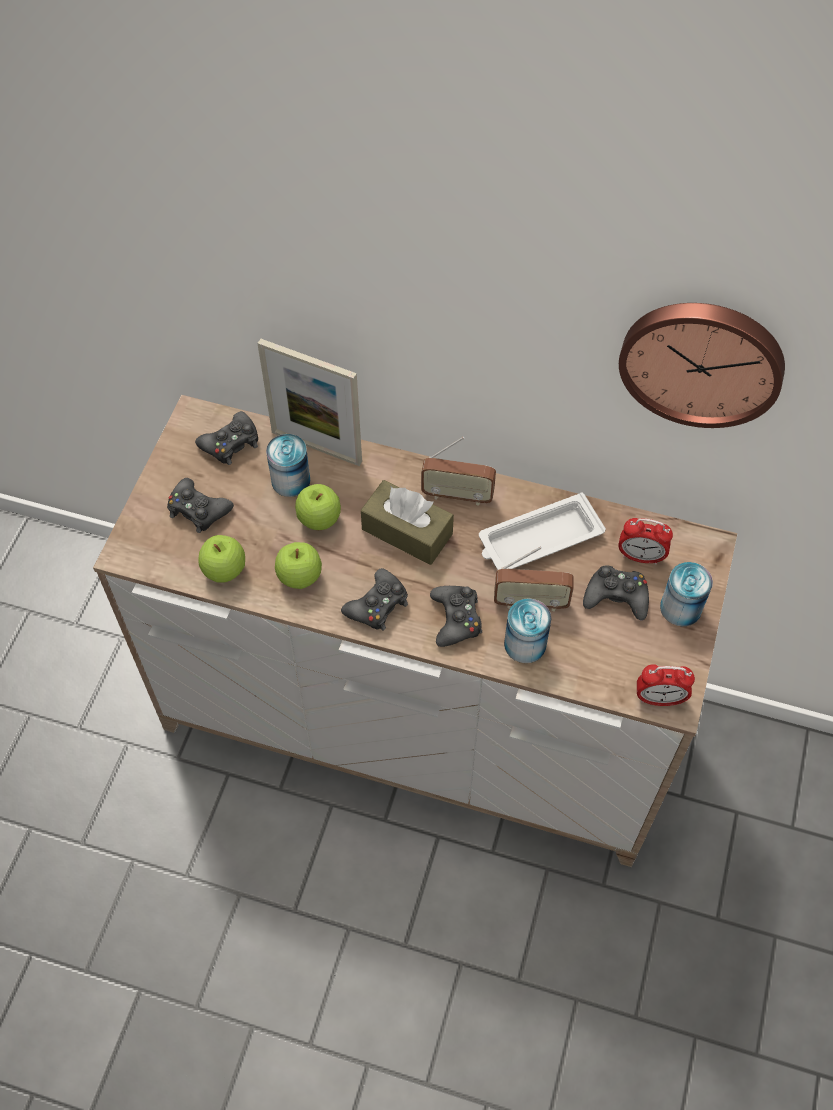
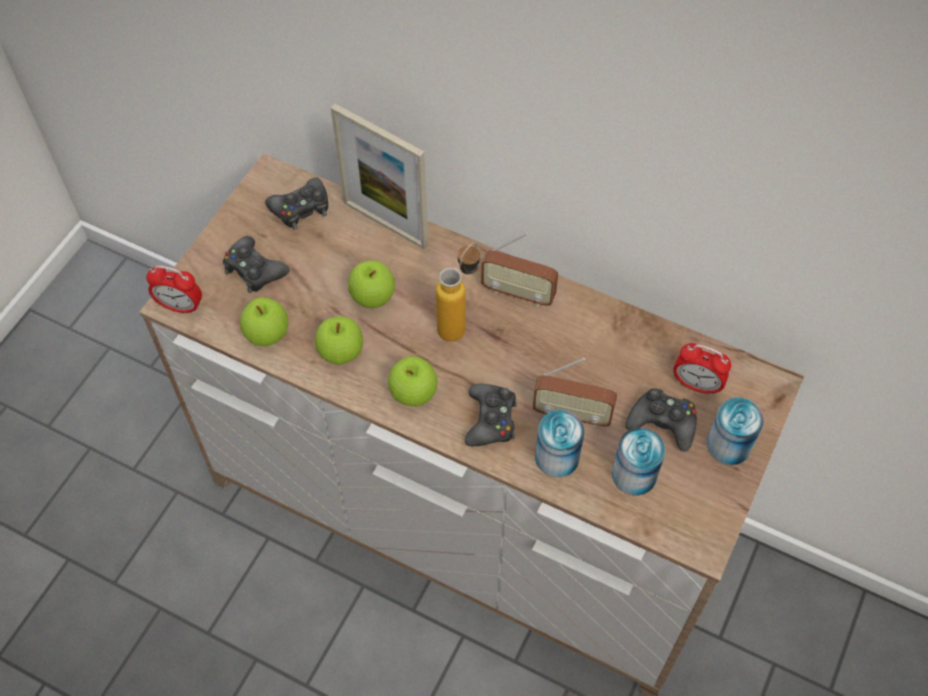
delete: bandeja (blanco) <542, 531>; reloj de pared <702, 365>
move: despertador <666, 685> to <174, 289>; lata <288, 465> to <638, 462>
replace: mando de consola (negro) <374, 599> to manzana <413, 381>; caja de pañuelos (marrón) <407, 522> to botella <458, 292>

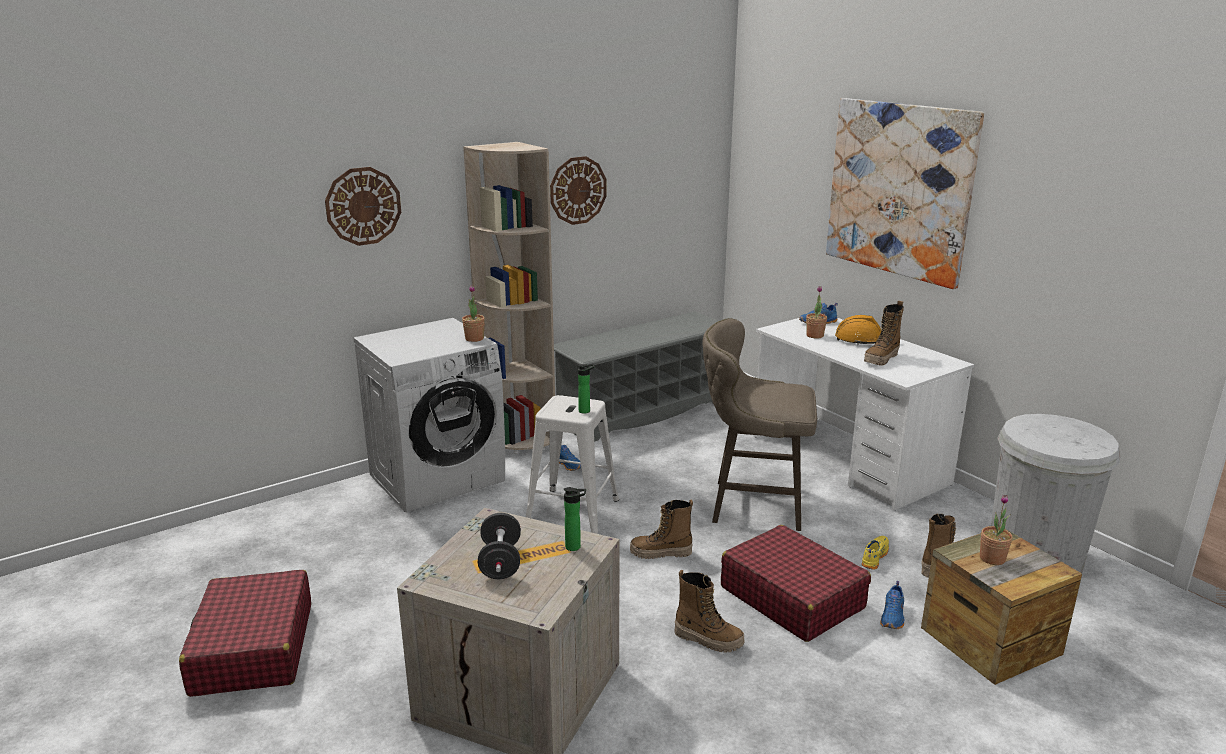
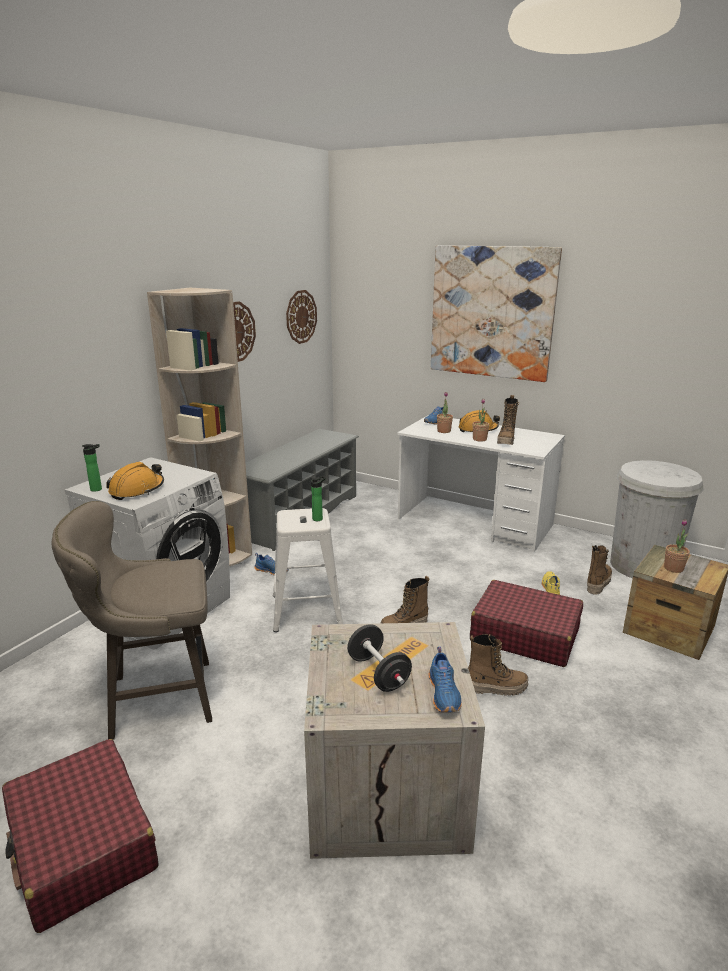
insert: casco (naranja) <135, 481>
move: taburete (beis) <759, 424> to <132, 620>; botella <575, 519> to <92, 468>; reloj de pared <363, 206> to <301, 317>; zapato (azul) <892, 605> to <445, 679>; planta en maceta <473, 313> to <480, 420>

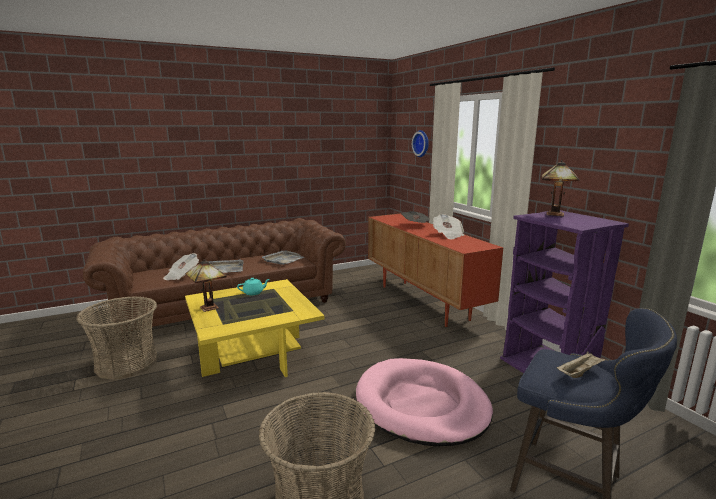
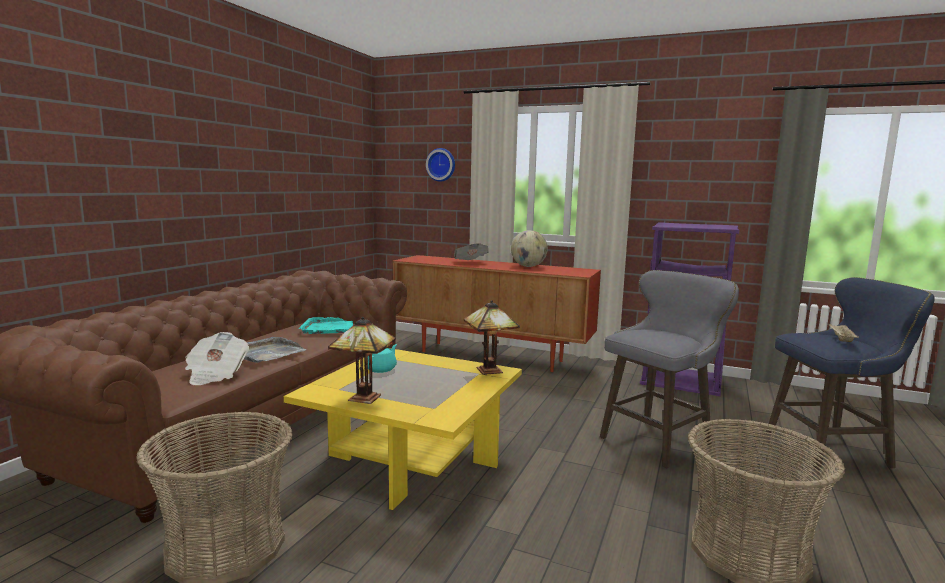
move: lámpara de mesa <560, 188> to <492, 337>
replace: periódico <448, 226> to globo terráqueo <529, 248>; cama para perro (rosa) <424, 402> to taburete (gris) <669, 369>
recolor: bandeja (gris) <283, 258> to bandeja (turquesa) <326, 325>

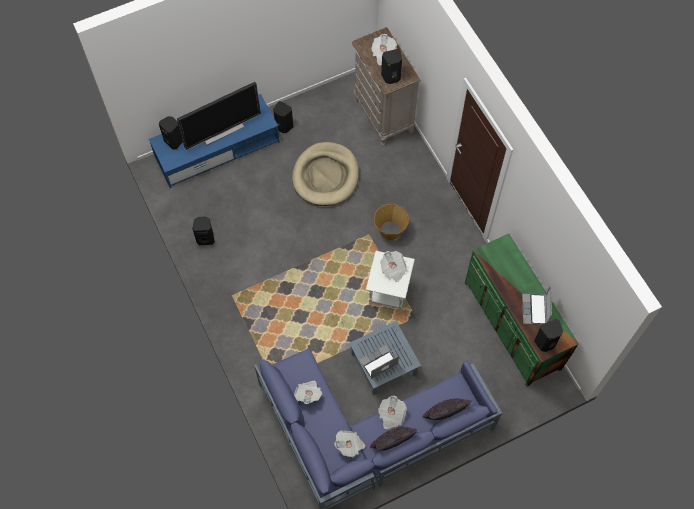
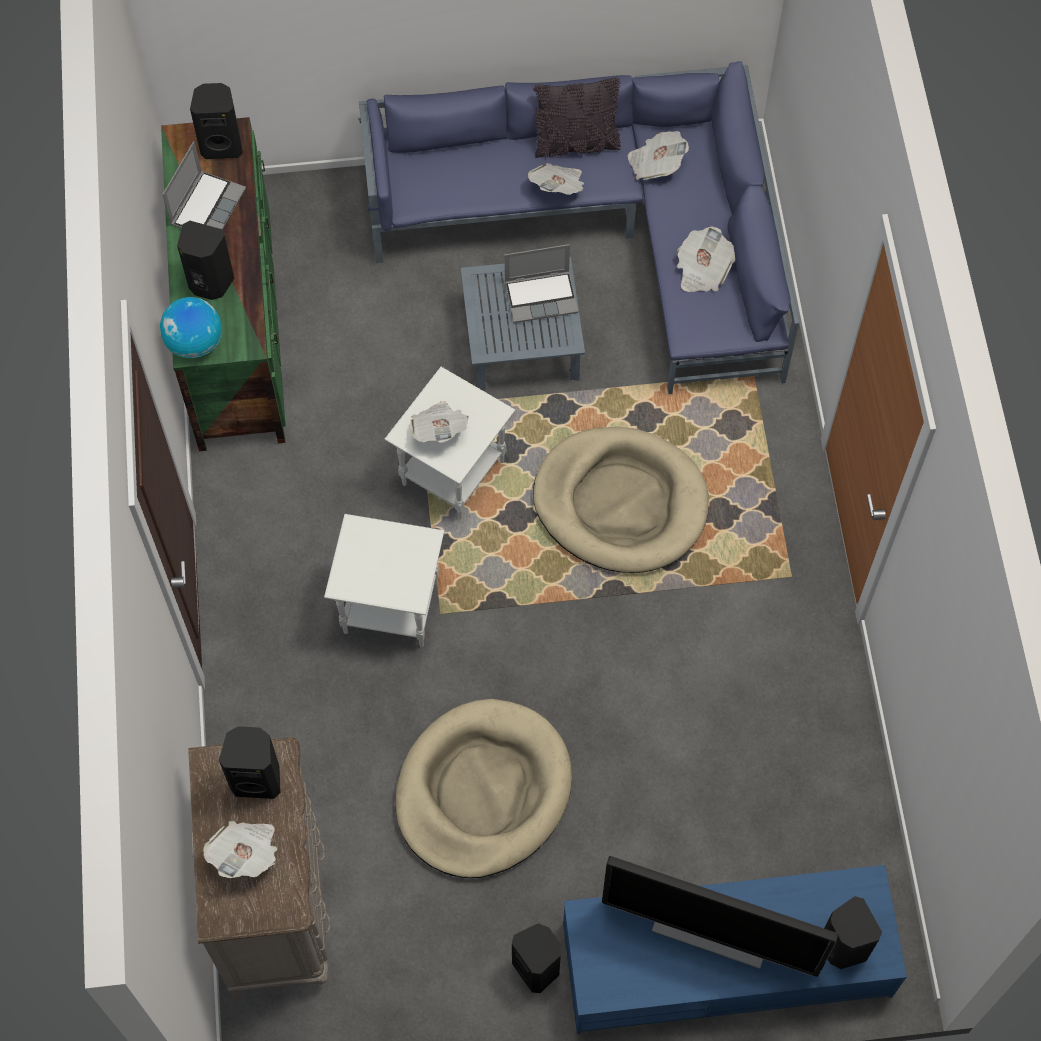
delete: cojín (negro) <446, 409>
insert: globo terráqueo <191, 327>; cama para perro (beis) <621, 500>
move: altavoz (negro) <203, 231> to <205, 260>
replace: cesta <391, 222> to mesa auxiliar (blanco) <384, 580>
rotate: televisor <219, 115> = <720, 916> 150 degrees counterclockwise

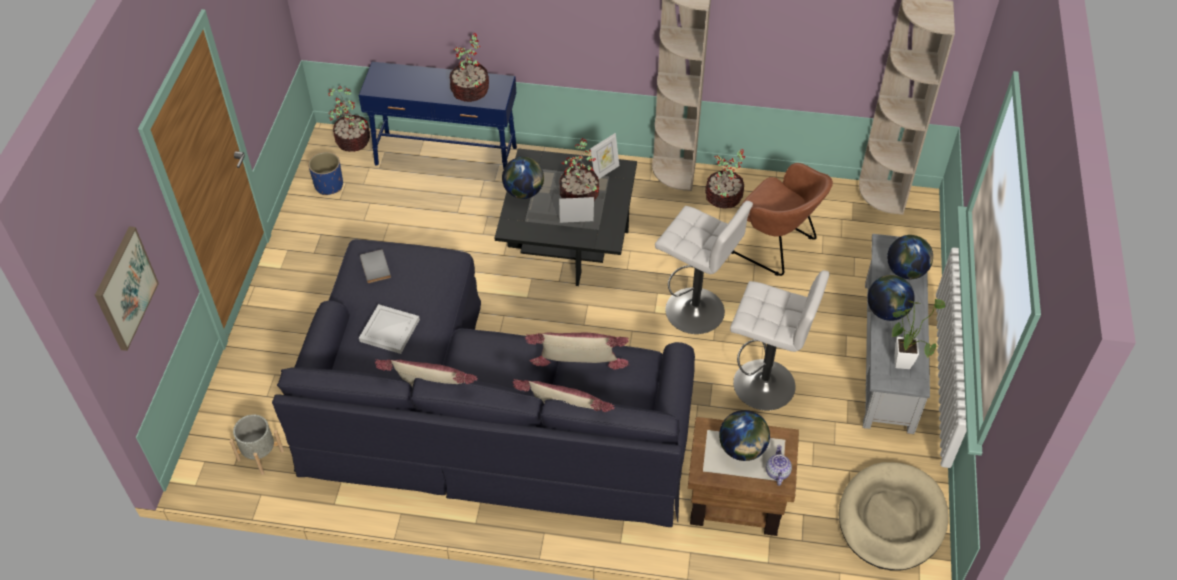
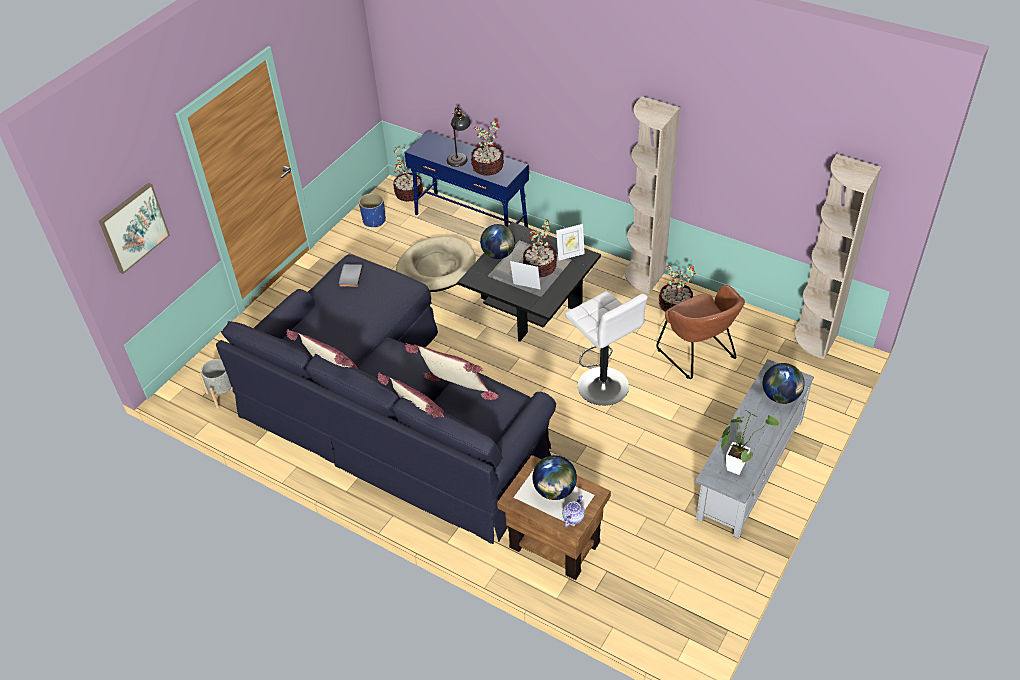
delete: bandeja (blanco) <389, 329>; taburete (blanco) <780, 340>; globo terráqueo <891, 298>
insert: lámpara de mesa (gris) <459, 137>
move: cama para perro (beis) <894, 516> to <436, 264>

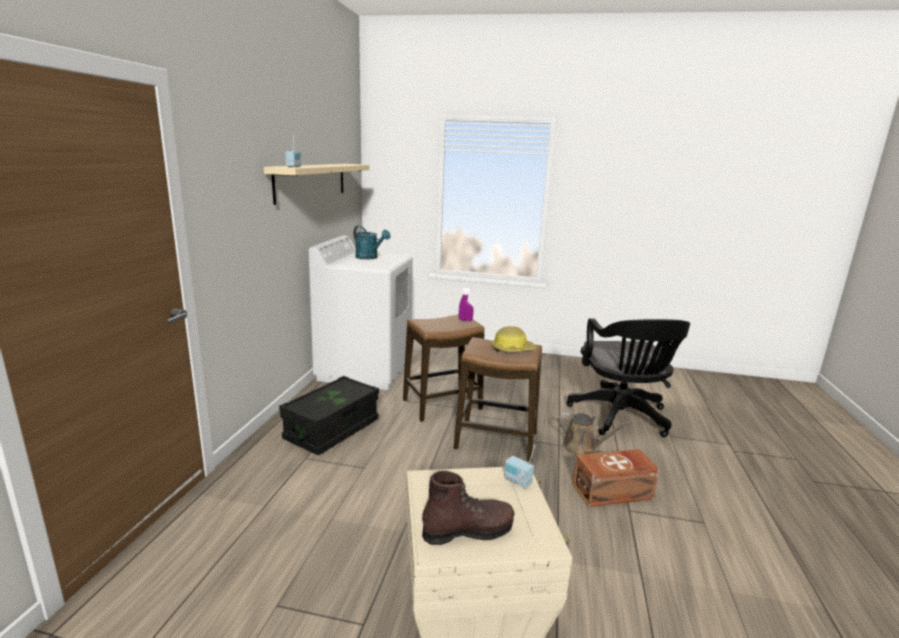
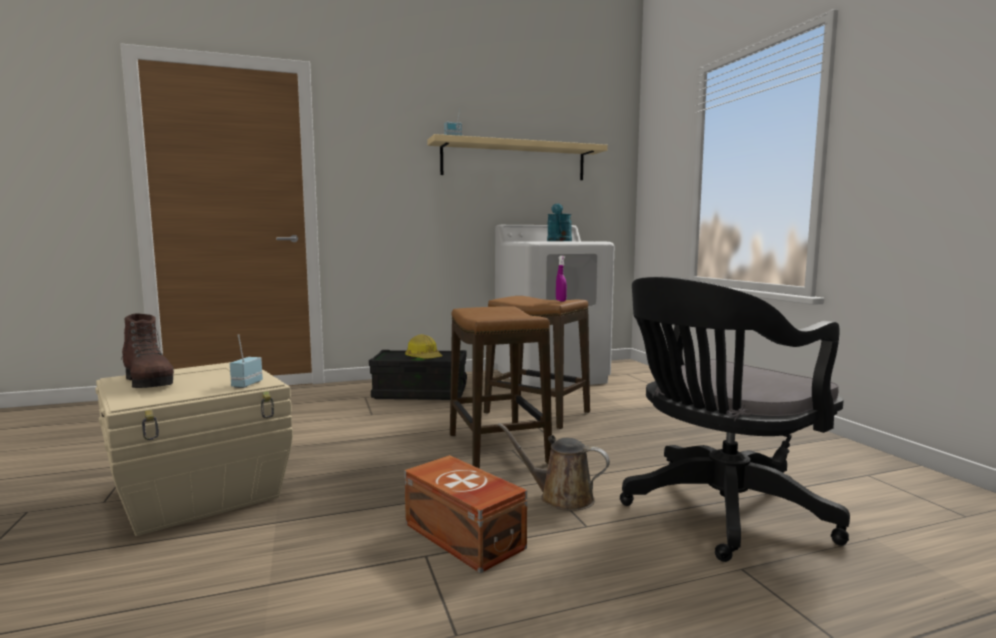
move: casco <514, 339> to <424, 346>
rotate: regadera (marrón) <594, 434> = <554, 467> 120 degrees clockwise

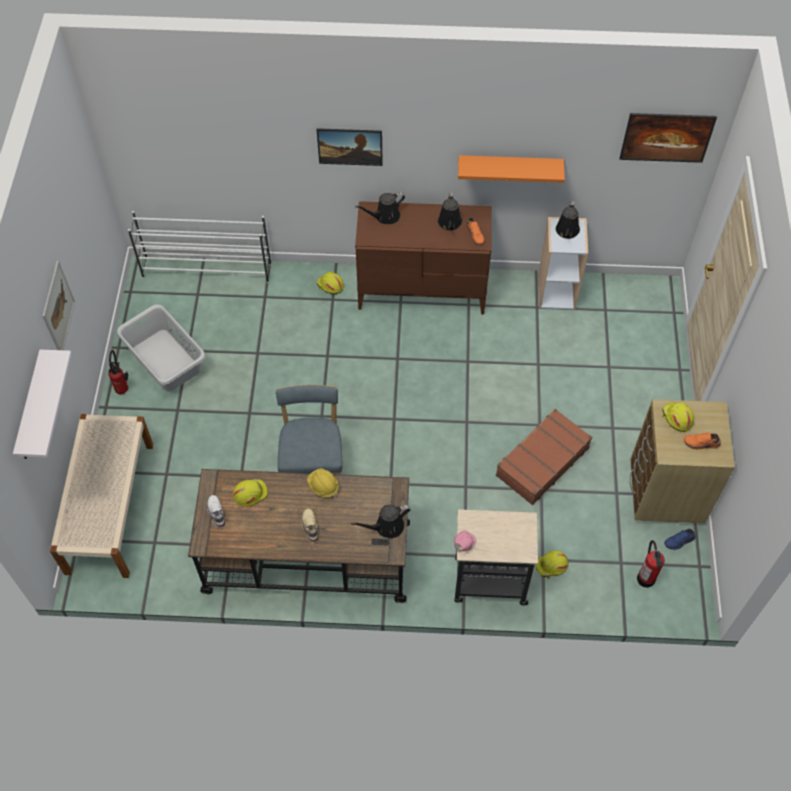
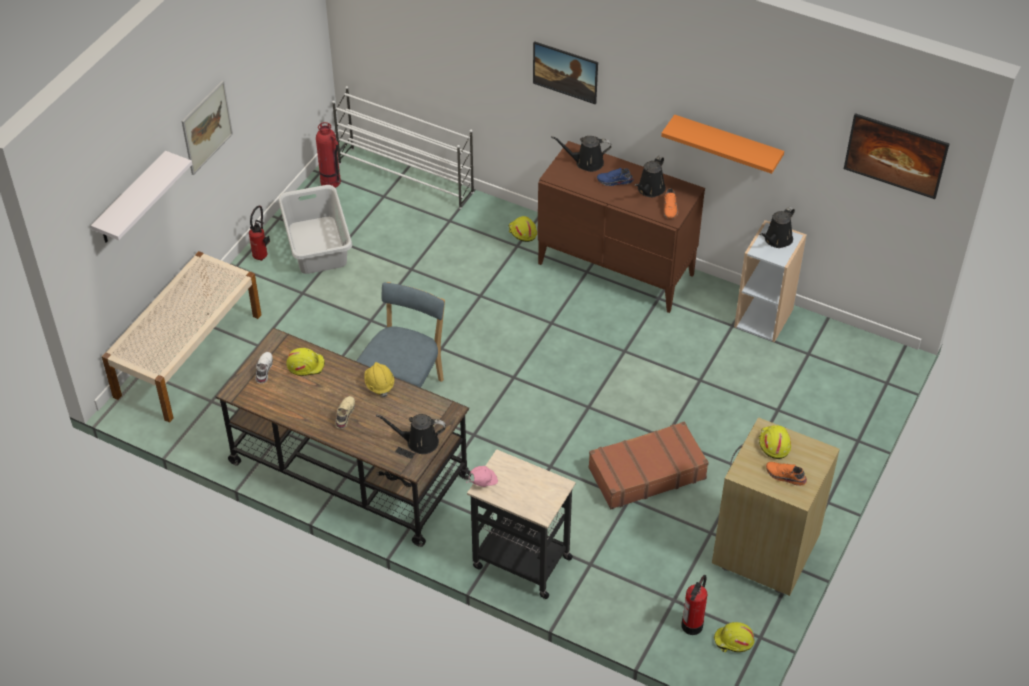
insert: extintor <328, 155>
move: zapato (azul) <680, 539> to <615, 177>; casco (amarillo) <552, 564> to <734, 637>

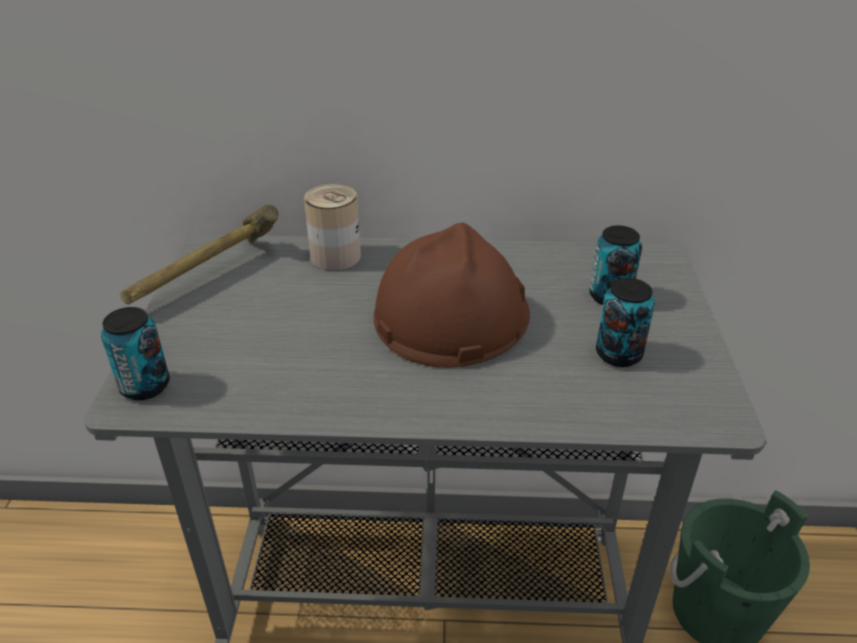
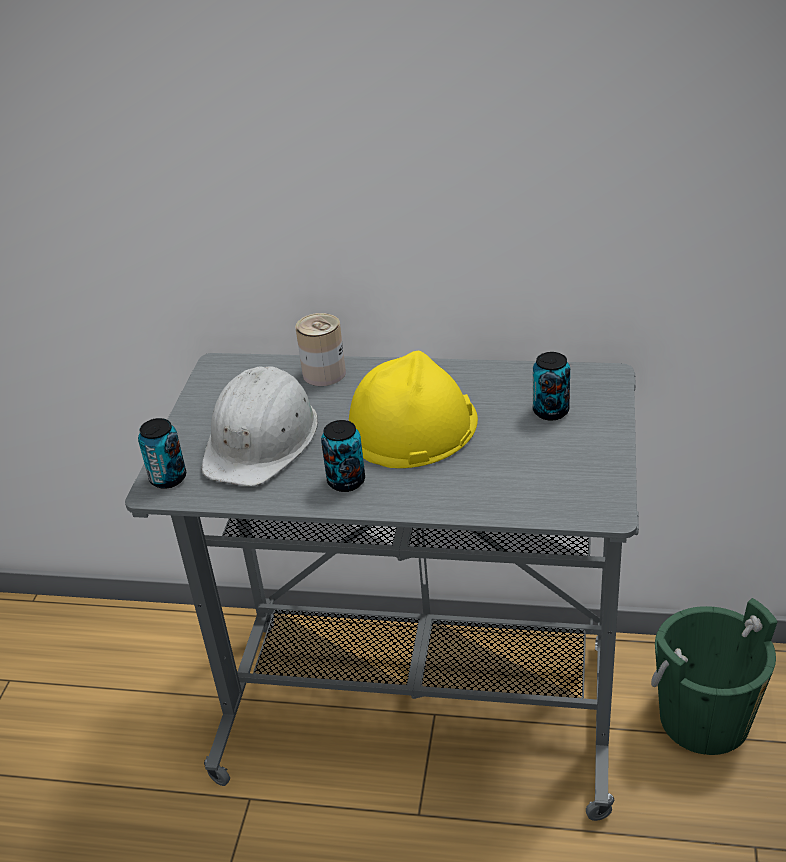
delete: martillo <199, 254>
insert: casco (blanco) <260, 426>
move: lata <625, 322> to <343, 456>
recolor: casco (marrón) <452, 295> to casco (amarillo) <413, 409>

